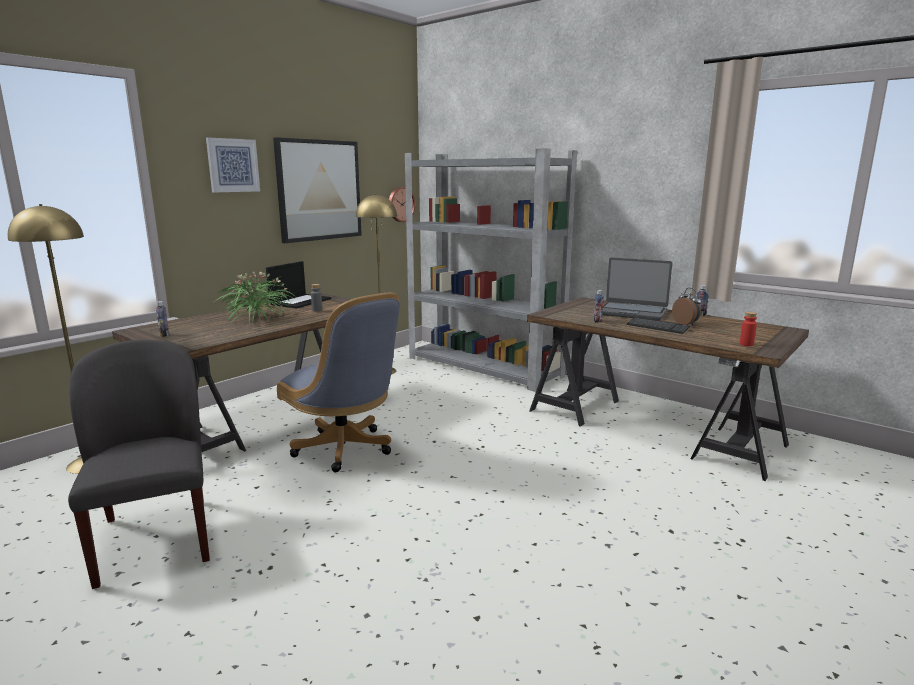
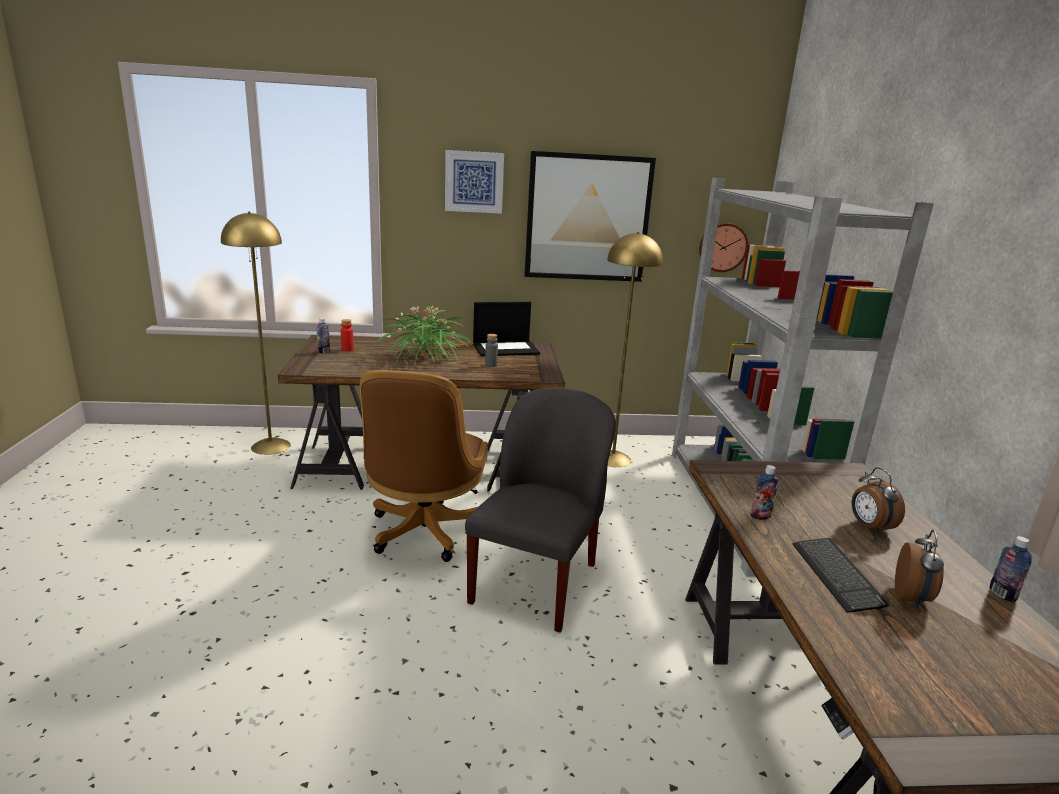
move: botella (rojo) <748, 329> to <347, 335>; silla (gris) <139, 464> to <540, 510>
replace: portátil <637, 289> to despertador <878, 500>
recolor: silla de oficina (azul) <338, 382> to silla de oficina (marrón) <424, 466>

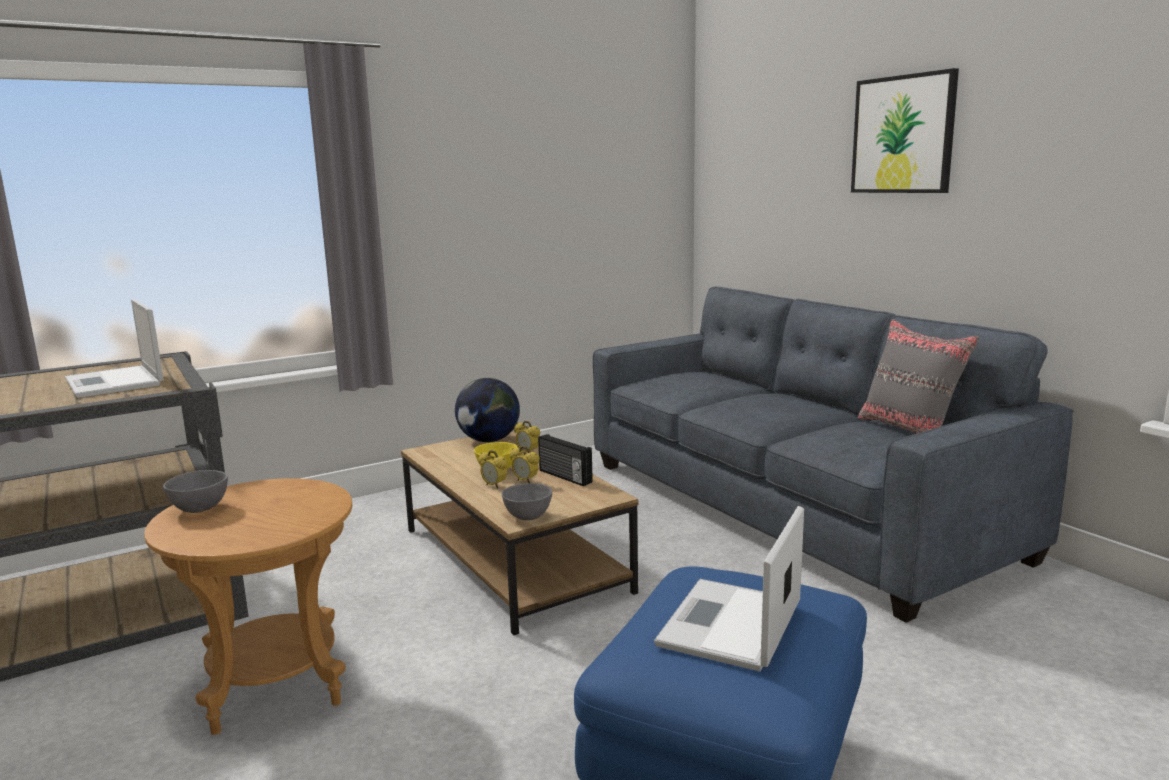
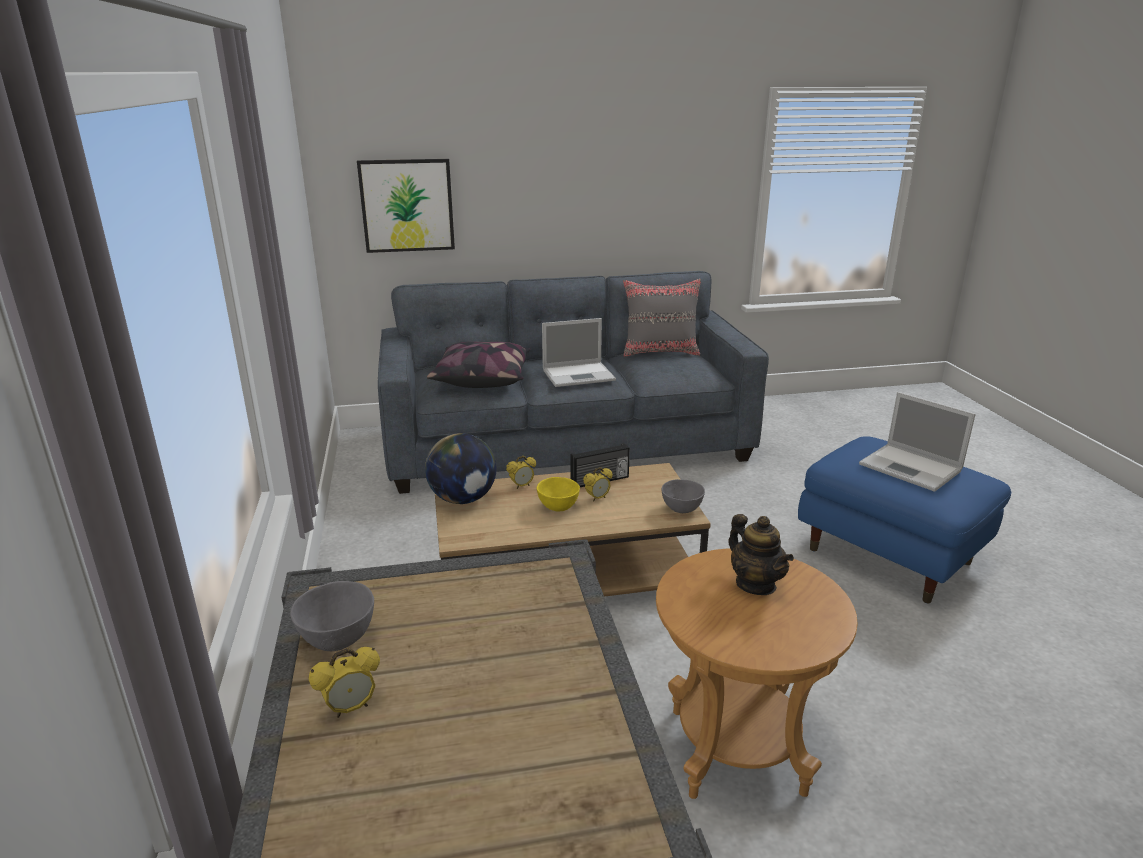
insert: cojín <478, 364>; tetera <761, 554>
move: cuenco (gris) <195, 491> to <332, 616>; despertador <493, 469> to <344, 682>; cuadro <905, 130> to <406, 206>; portátil <114, 348> to <579, 352>

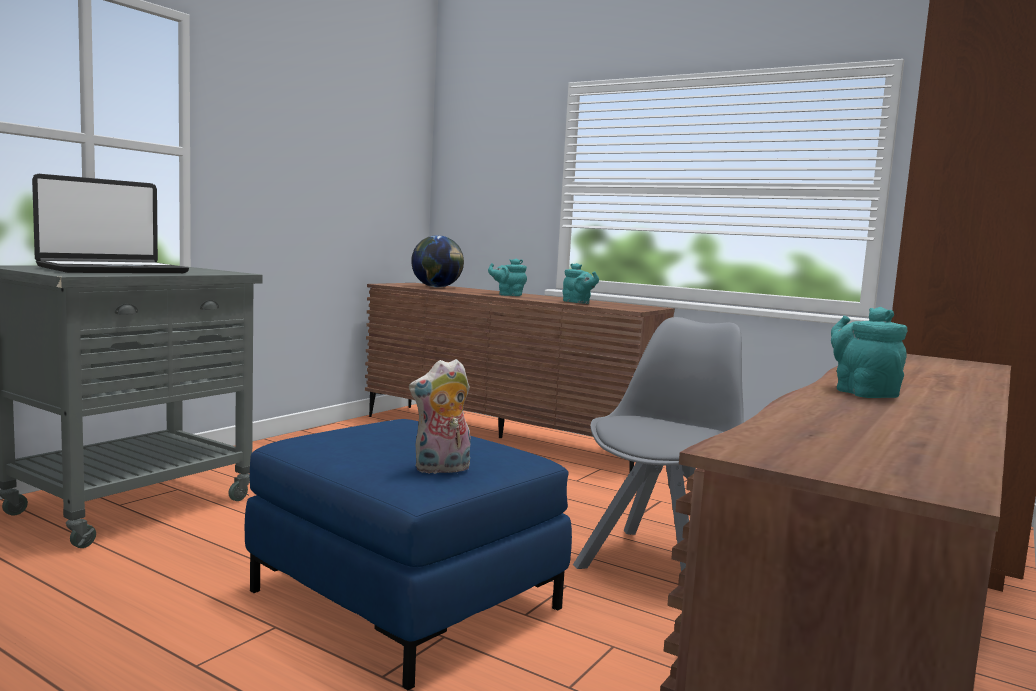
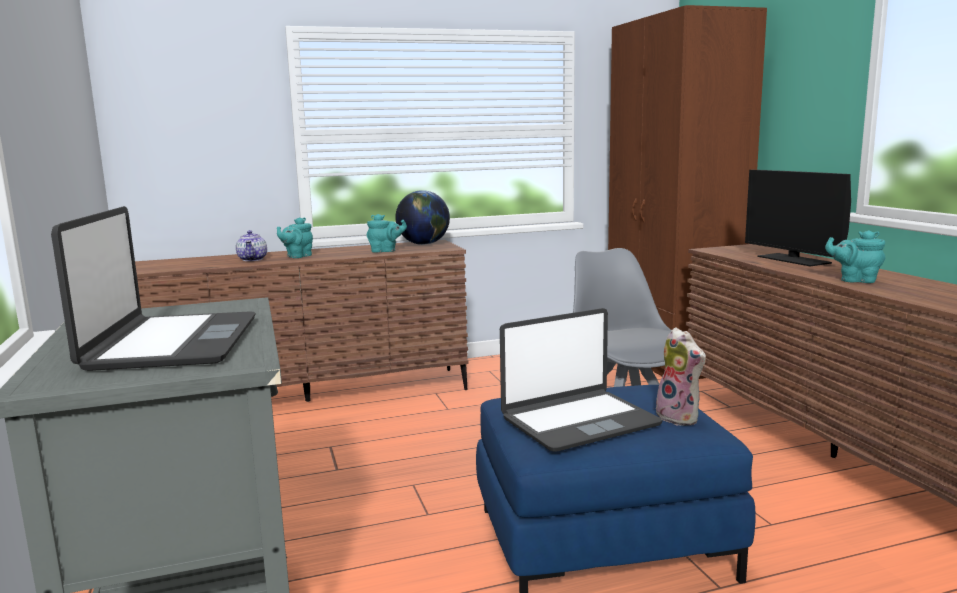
insert: tetera <251, 245>; portátil <581, 380>; monitor <798, 218>
move: globo terráqueo <437, 261> to <422, 217>
rotate: peluche <440, 416> = <681, 376> 45 degrees counterclockwise

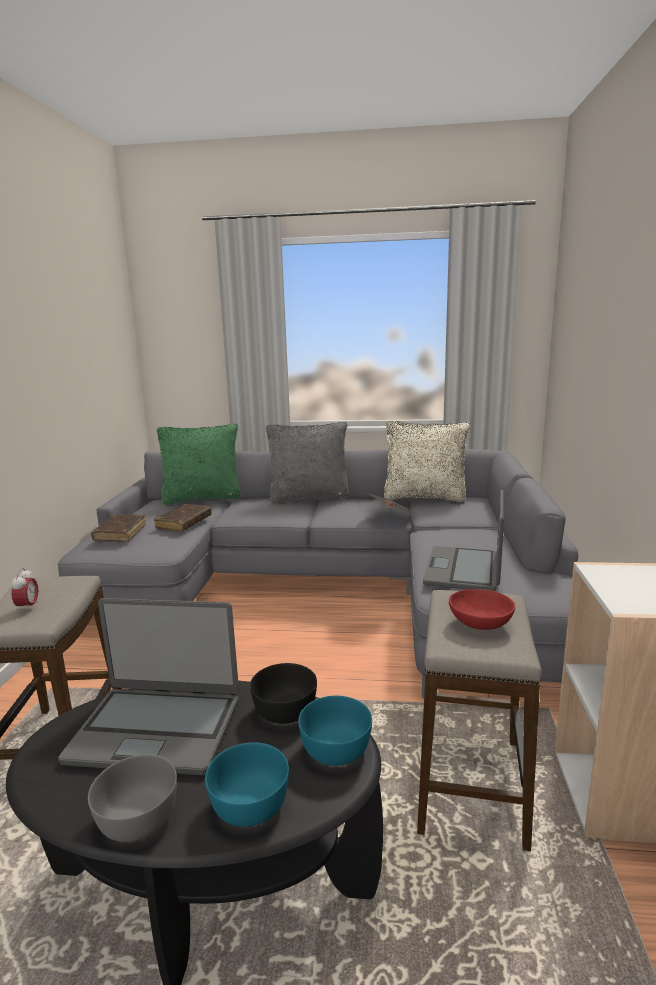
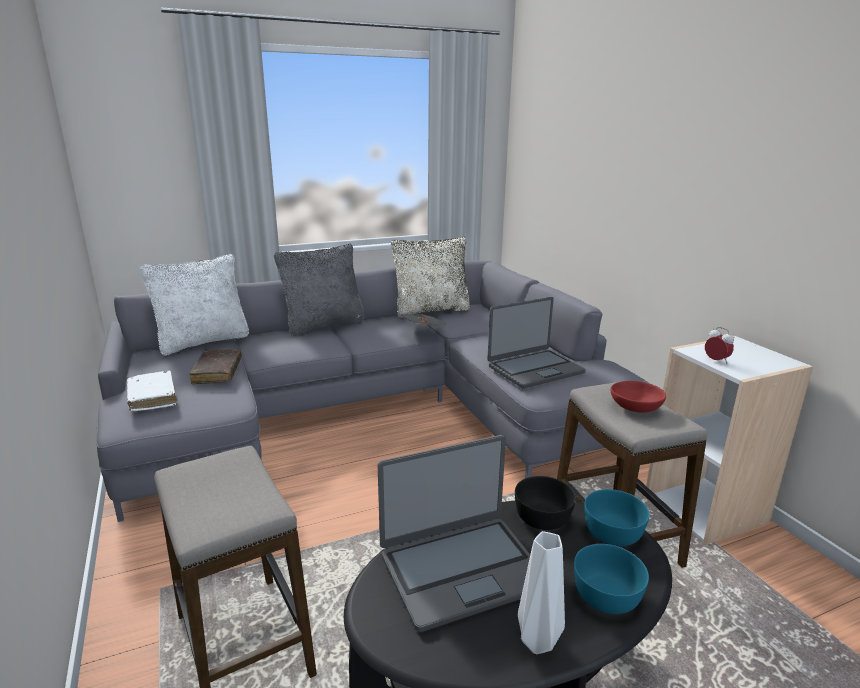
move: despertador <24, 590> to <719, 345>
replace: cuenco (gris) <132, 798> to florero (blanco) <541, 592>
recolor: libro (marrón) <118, 528> to libro (blanco) <152, 390>; cojín (verde) <198, 464> to cojín (blanco) <194, 305>
rotate: portátil <463, 540> = <536, 342> 105 degrees counterclockwise

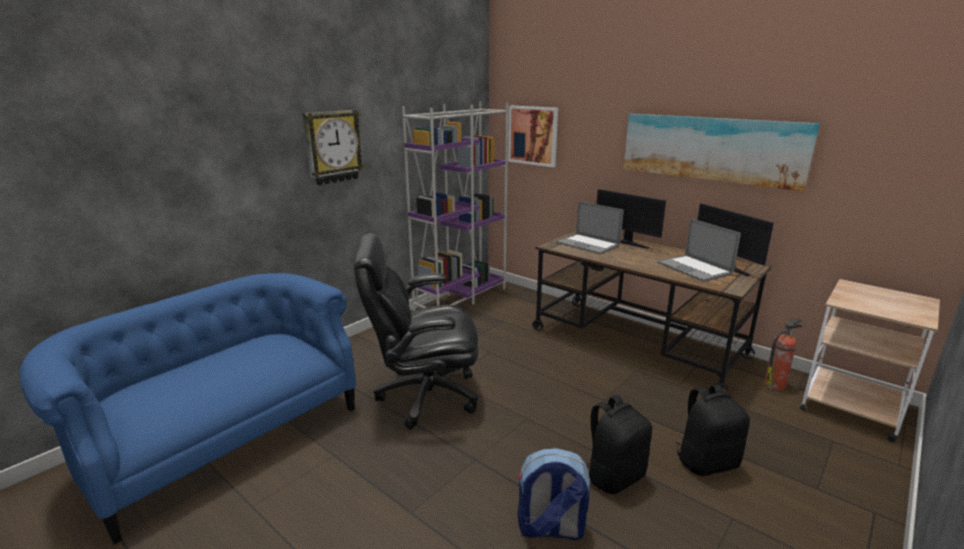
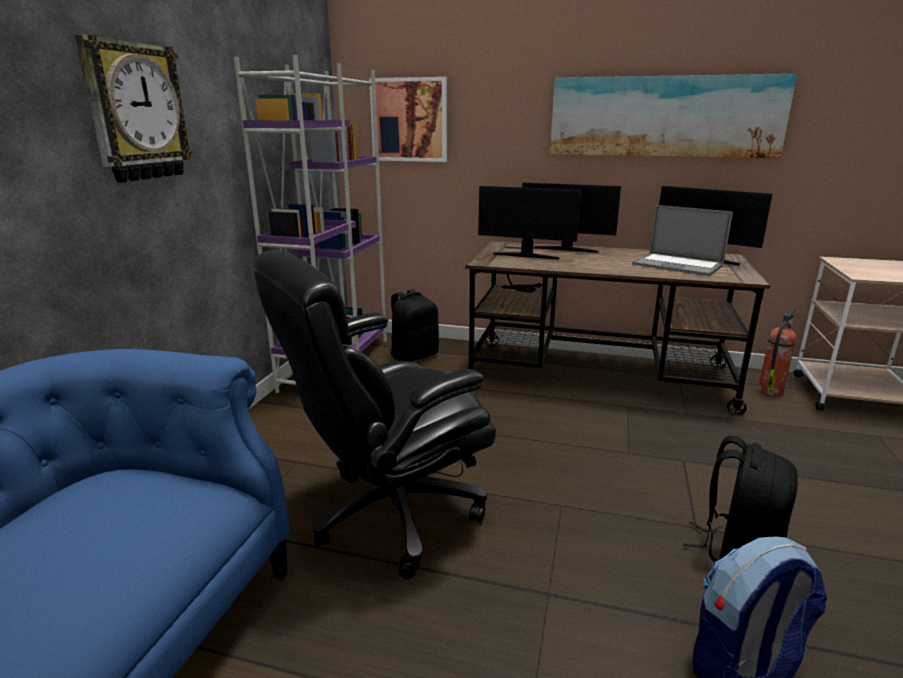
move: mochila (negro) <712, 430> to <414, 325>
replace: portátil <590, 227> to monitor <529, 223>

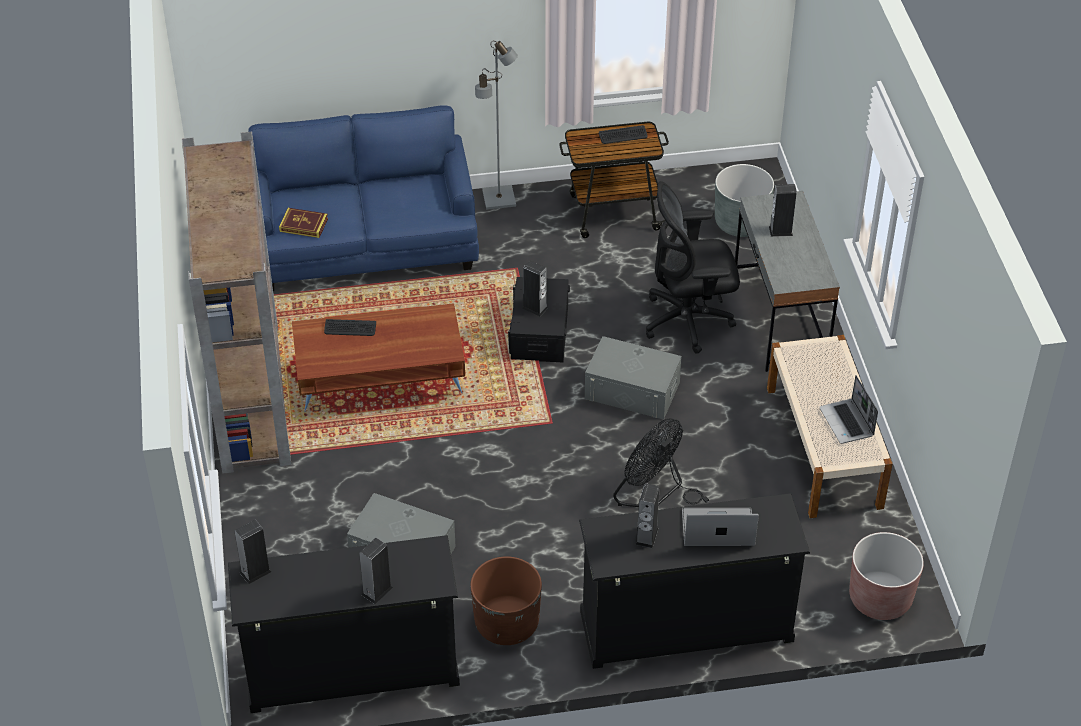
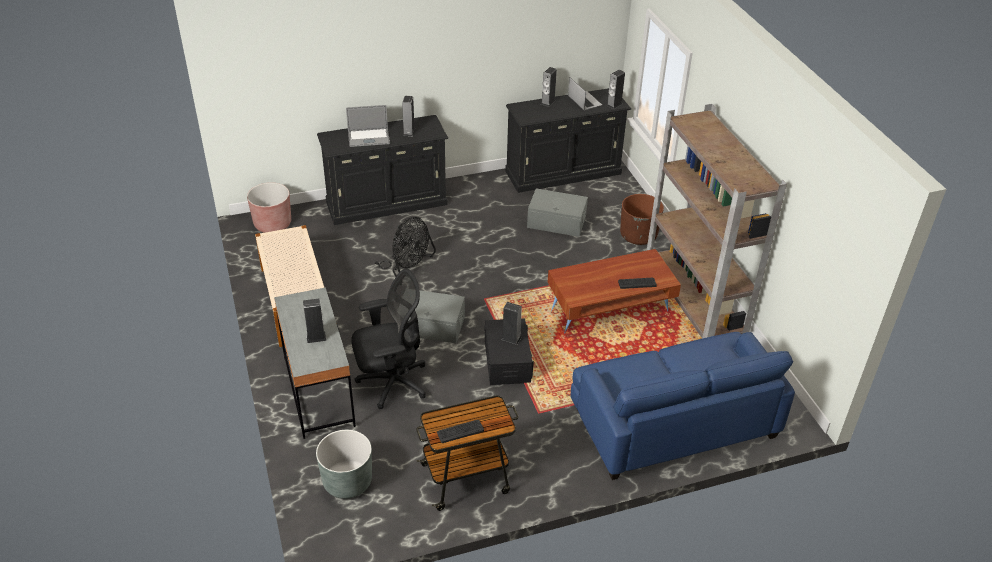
delete: libro <303, 223>; lámpara de pie (gris) <496, 125>
move: portátil <848, 409> to <585, 94>; maceta (marrón) <506, 600> to <642, 219>

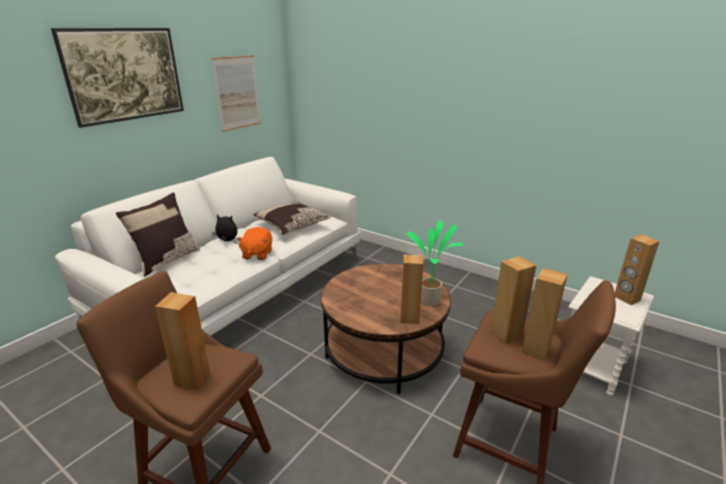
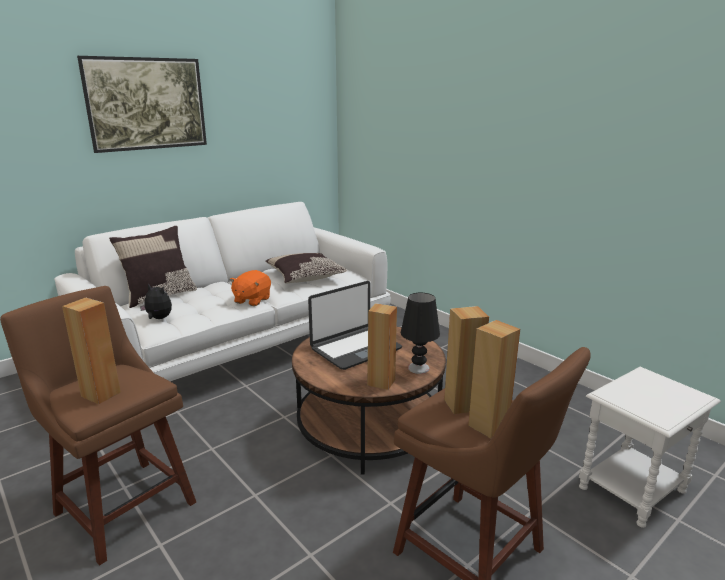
delete: cuadro <236, 93>; altavoz (marrón) <637, 269>
insert: portátil <355, 325>
move: peluche <224, 228> to <156, 301>
replace: planta en maceta <435, 263> to lámpara de mesa (negro) <420, 333>

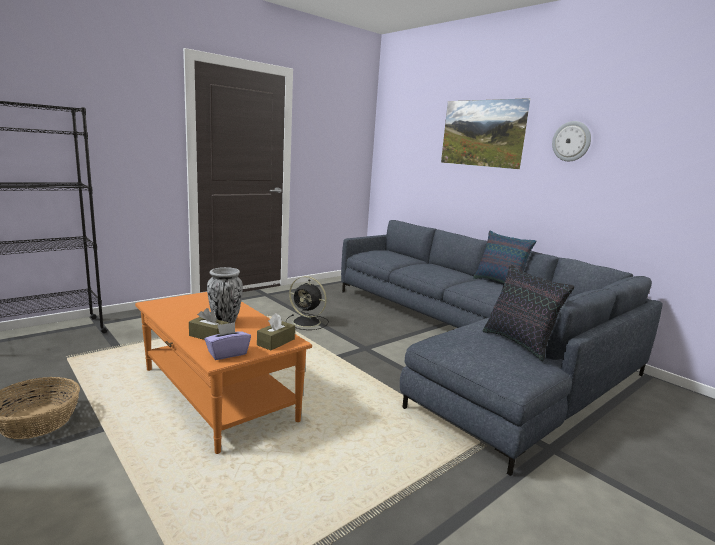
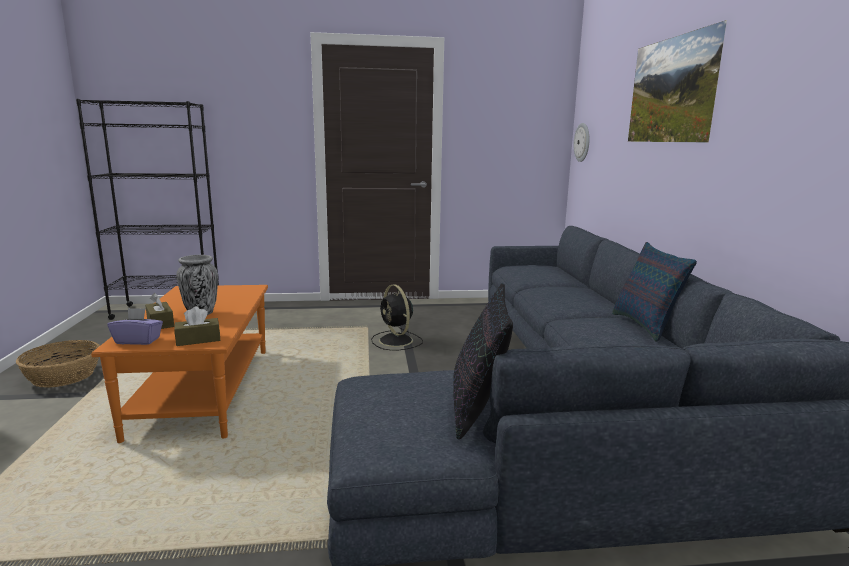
move: reloj de pared <571, 141> to <582, 142>

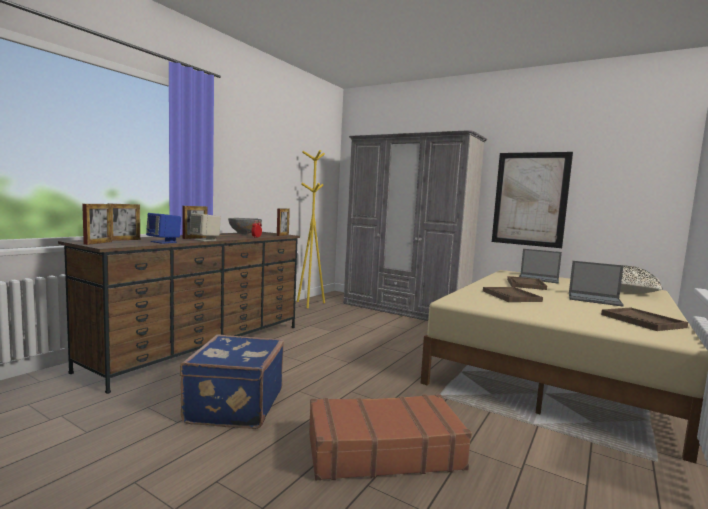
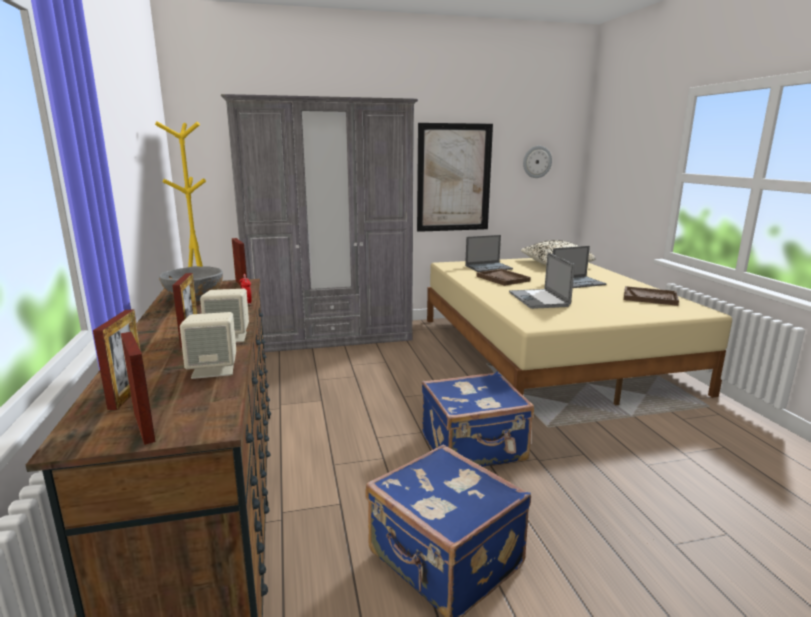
delete: maleta (marrón) <390, 437>
insert: maleta (azul) <478, 419>; reloj de pared <537, 162>
replace: bandeja (marrón) <513, 294> to portátil <542, 280>
recolor: altavoz (azul) <163, 228> to altavoz (beis) <208, 345>

